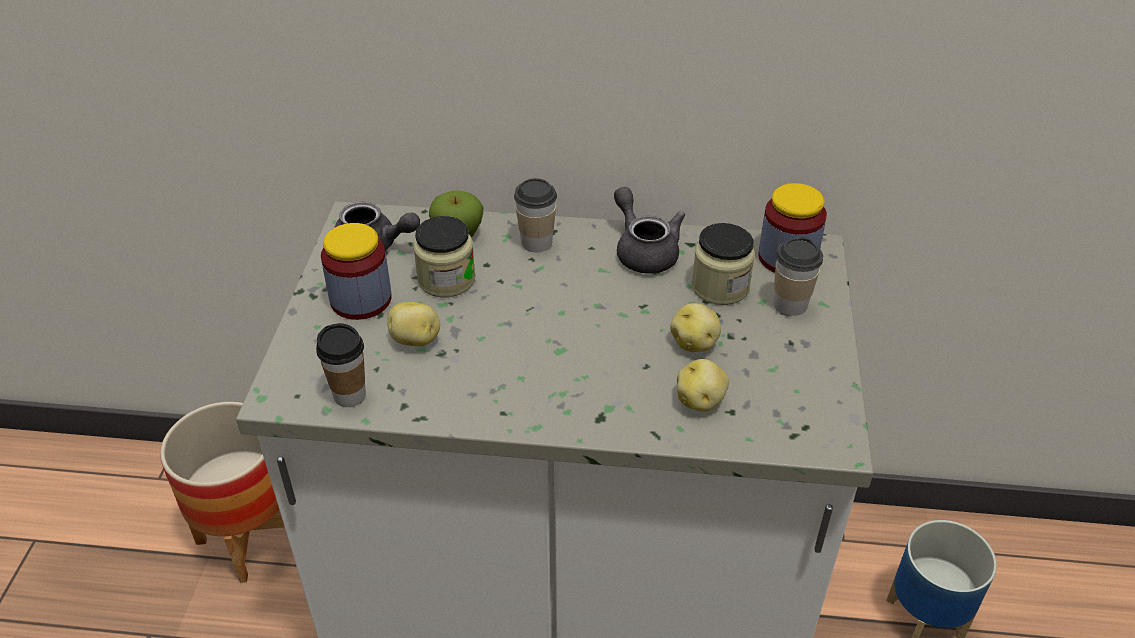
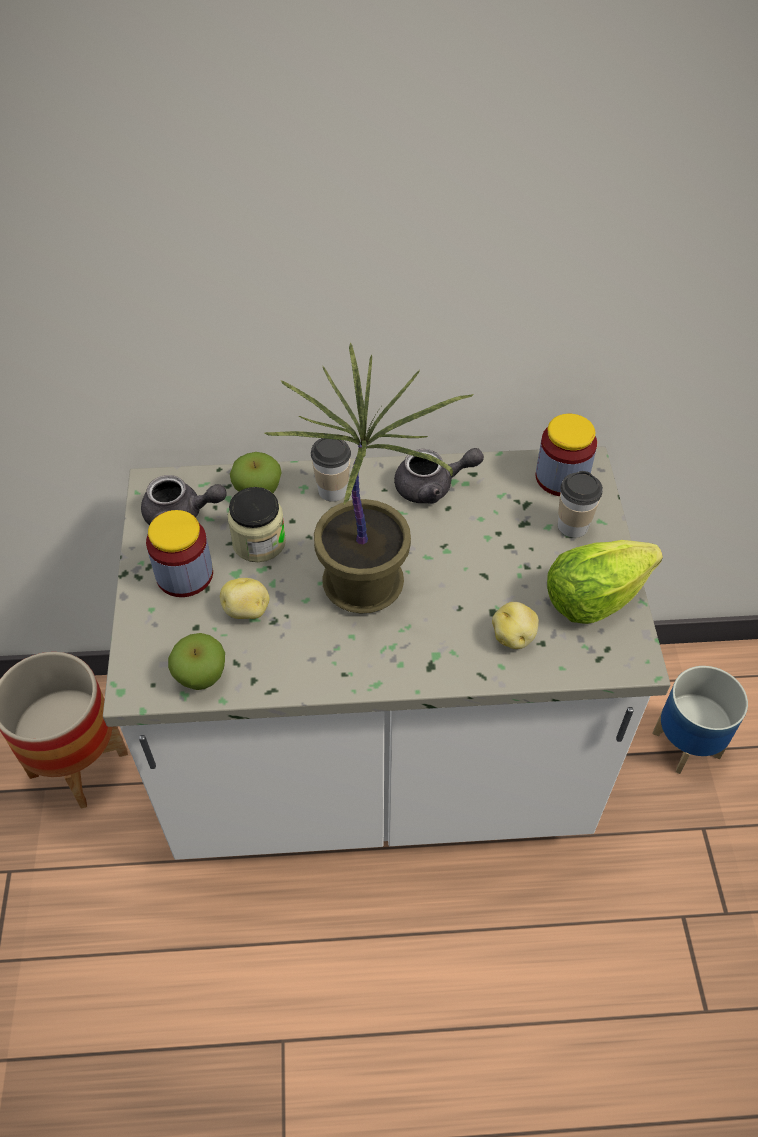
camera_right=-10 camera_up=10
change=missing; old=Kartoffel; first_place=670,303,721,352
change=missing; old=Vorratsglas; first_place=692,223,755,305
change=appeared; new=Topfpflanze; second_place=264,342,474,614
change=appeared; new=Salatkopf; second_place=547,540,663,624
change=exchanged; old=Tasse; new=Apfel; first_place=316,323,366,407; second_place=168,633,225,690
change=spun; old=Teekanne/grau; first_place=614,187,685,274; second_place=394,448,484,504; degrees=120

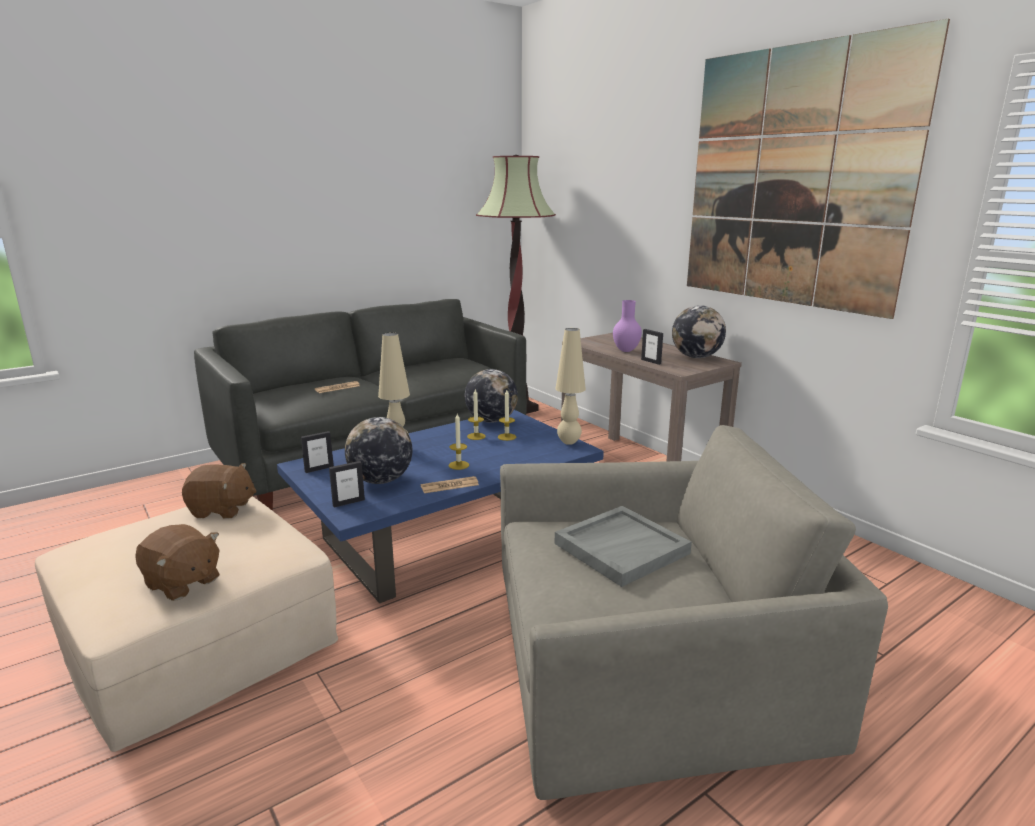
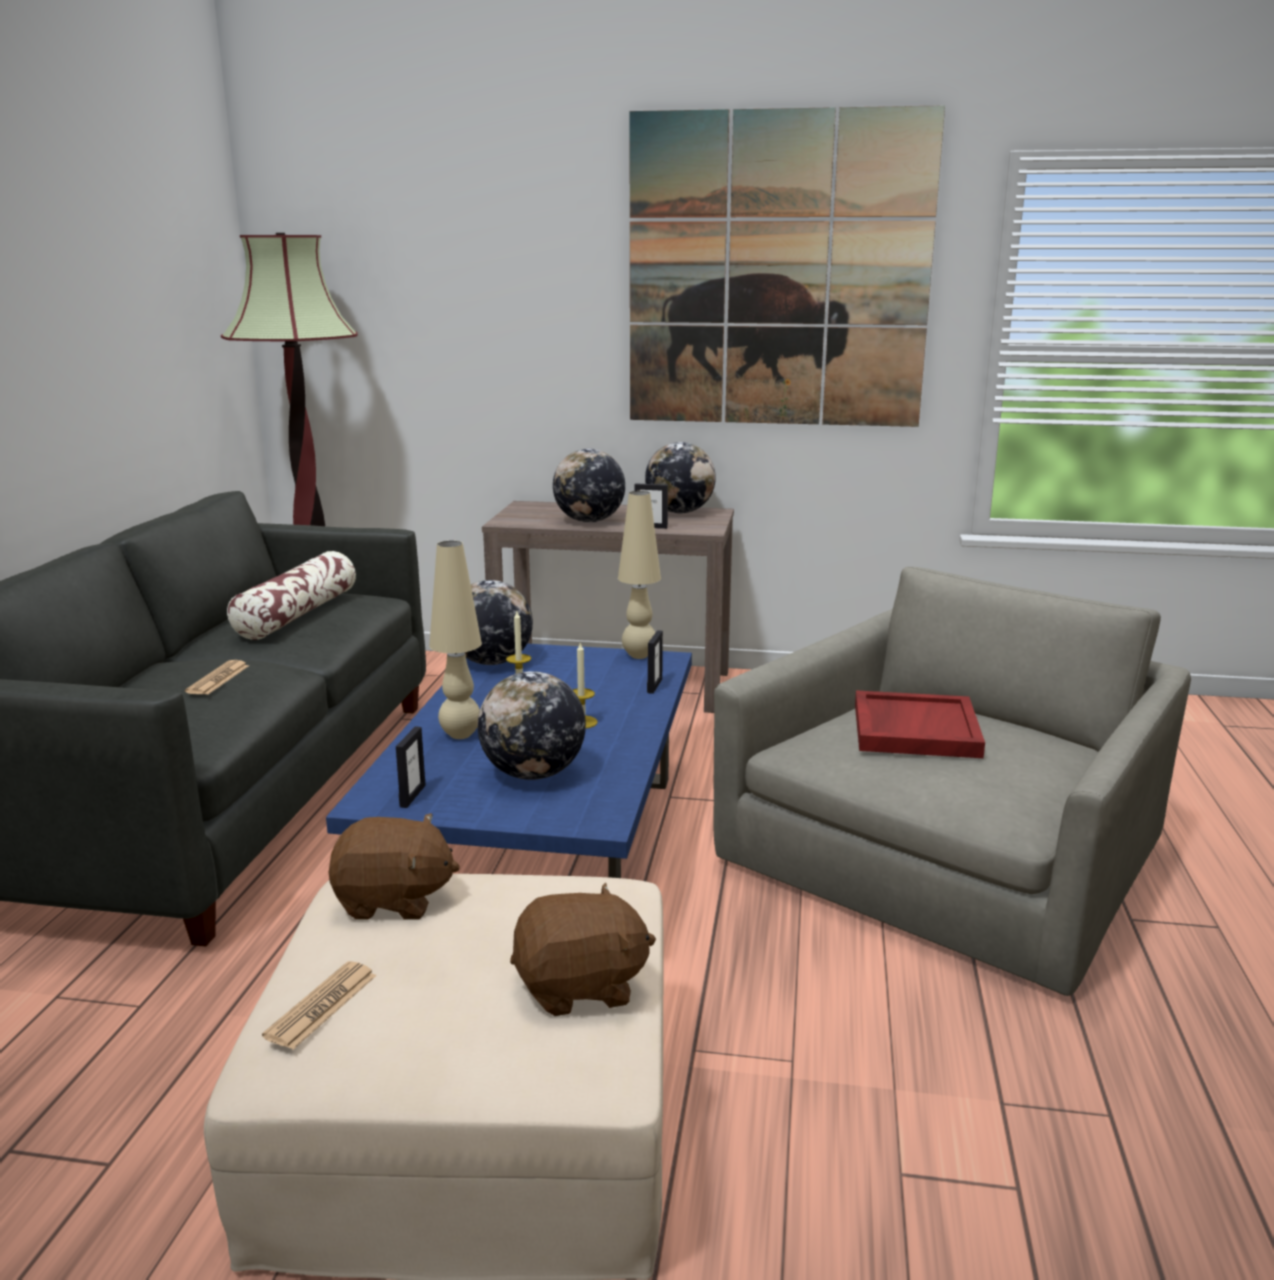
camera_right=-45 camera_up=0
change=missing; old=Kerze; first_place=498,390,516,441
change=appeared; new=Kissen; second_place=227,551,356,640
change=relocated; old=Bilderrahmen; first_place=329,461,365,508; second_place=647,630,663,694
change=relocated; old=Zeitung; first_place=421,476,479,493; second_place=262,961,377,1050
change=exchanged; old=Vase/lila; new=Globus; first_place=613,300,642,352; second_place=553,449,625,522
change=colour; old=Tablett/grau; new=Tablett/rot; first_place=555,506,692,587; second_place=855,690,985,758
change=spun; old=Plüschtier/braun; first_place=182,463,256,519; second_place=329,813,460,920; degrees=45

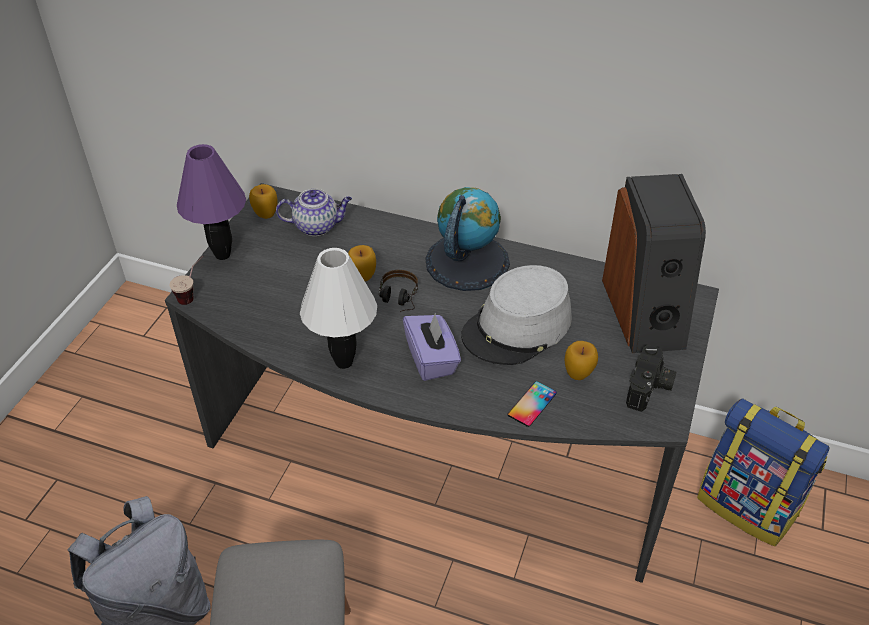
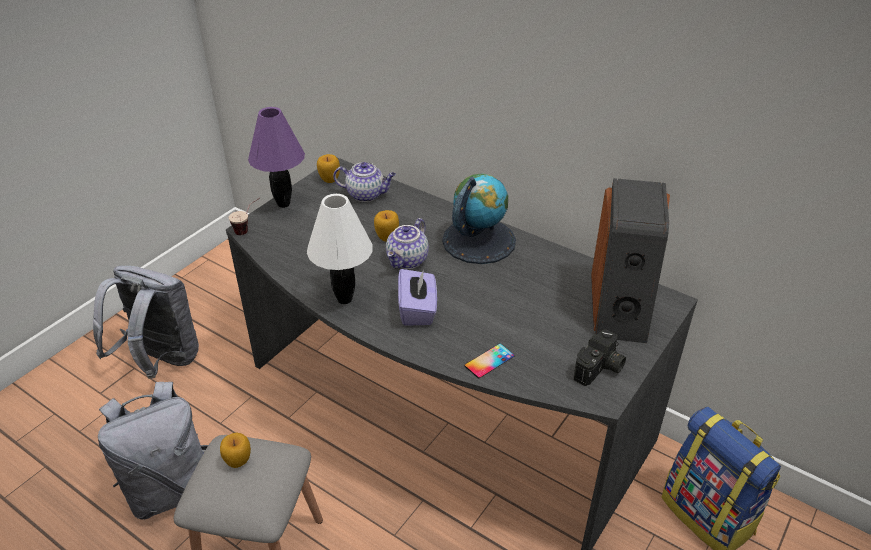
camera_right=15 camera_up=-5
change=missing; old=Hut/grau; first_place=461,265,572,365
change=appeared; new=Rucksack/grau; second_place=93,266,199,379
change=relocated; old=Apfel; first_place=565,341,598,380; second_place=220,433,251,468
change=exchanged; old=Kopfhörer; new=Teekanne; first_place=378,270,418,312; second_place=386,218,429,269

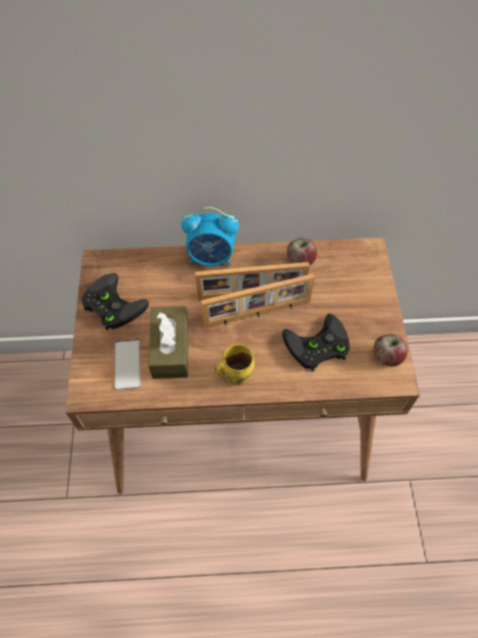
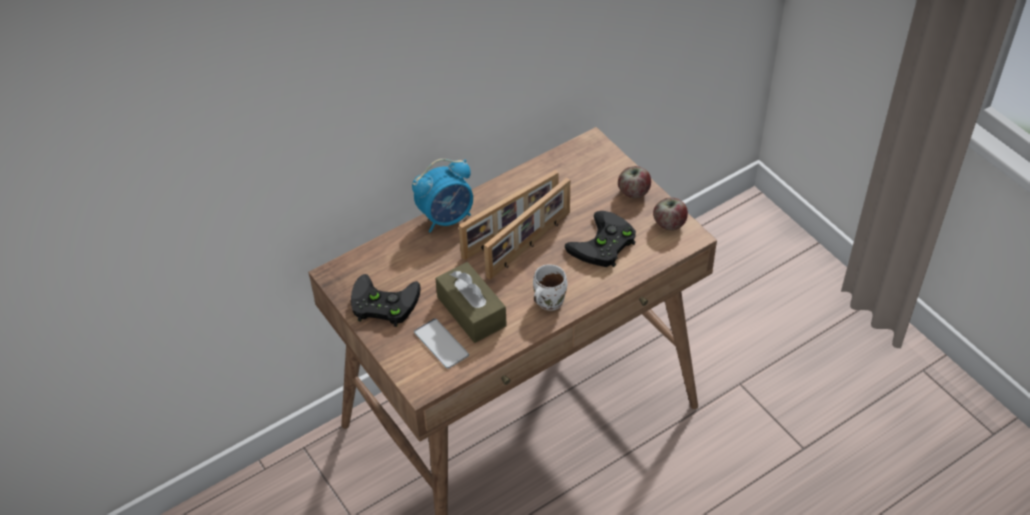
camera_right=-30 camera_up=-10
change=relocated; old=Apfel; first_place=287,238,317,265; second_place=618,166,651,198
change=colour; old=Henkelbecher/gelb; new=Henkelbecher/weiß; first_place=215,344,254,385; second_place=533,264,567,311

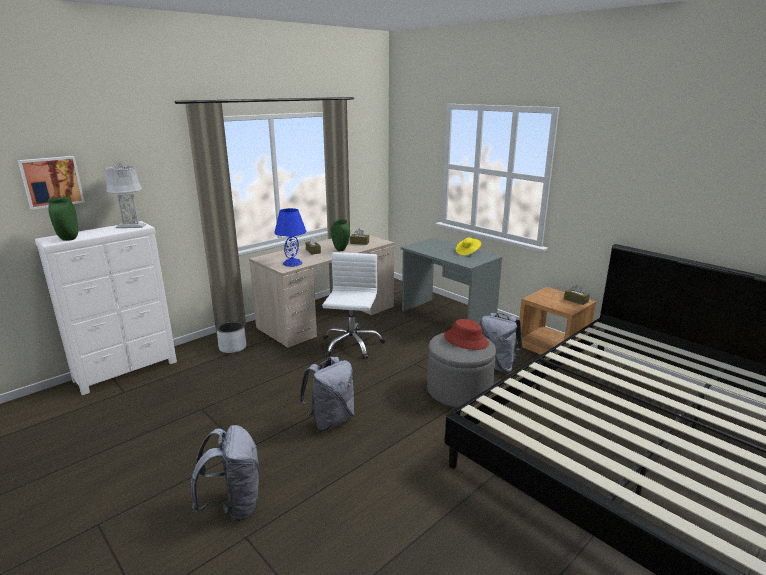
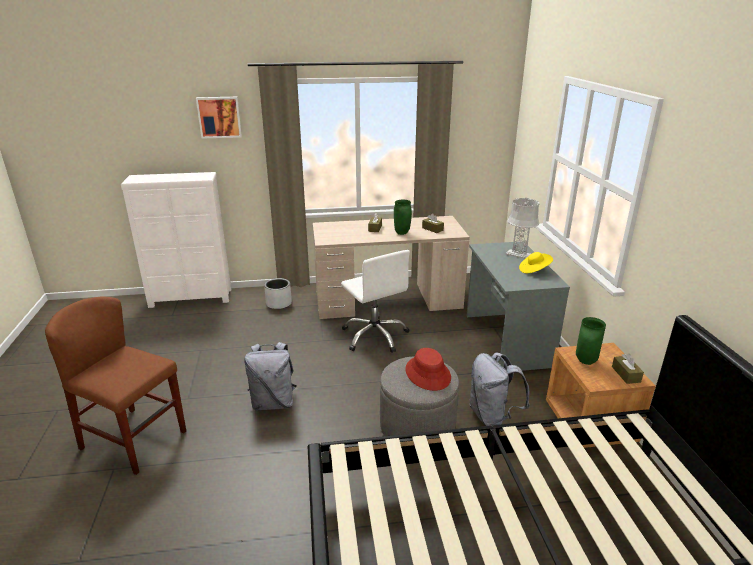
camera_right=35 camera_up=5
change=missing; old=Tischlampe/blau; first_place=274,208,307,267
change=relocated; old=Bild; first_place=18,156,85,210; second_place=196,97,242,139
change=relocated; old=Vase/grün; first_place=48,197,78,241; second_place=576,317,606,365
change=relocated; old=Tischlampe/grau; first_place=105,163,146,228; second_place=506,198,539,259
change=exchanged; old=Rucksack/grau; new=Stuhl/braun; first_place=191,425,260,521; second_place=45,297,186,475
change=spun; old=Bürostuhl/weiß; first_place=322,252,385,359; second_place=341,250,410,353; degrees=105

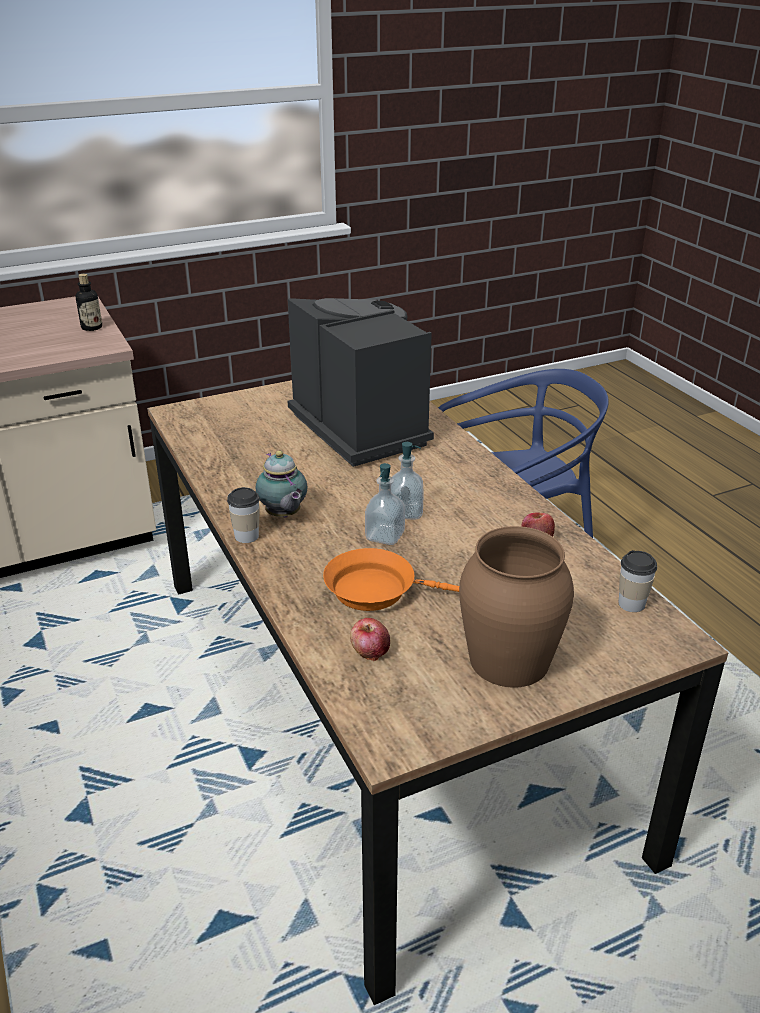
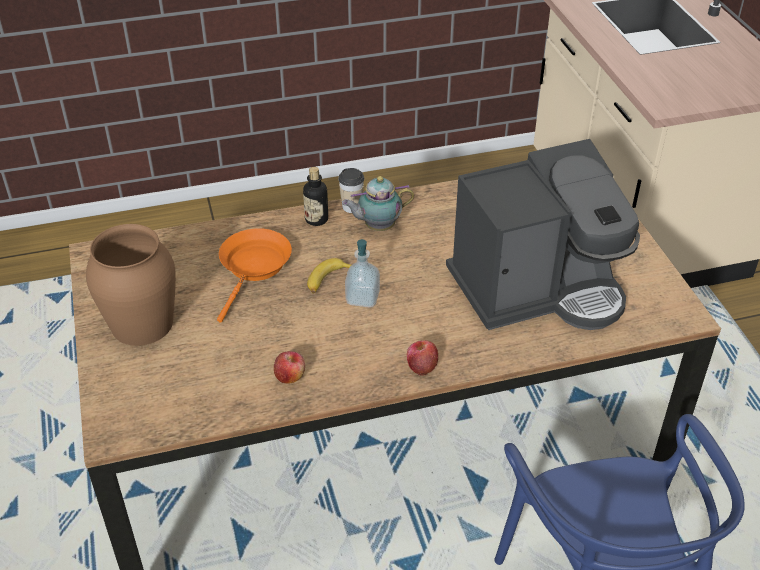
camera_right=100 camera_up=10
change=missing; old=Tasse; first_place=618,550,657,612
change=relocated; old=Flasche; first_place=76,274,102,331; second_place=303,167,328,226
change=relocated; old=Apfel; first_place=350,618,390,661; second_place=407,340,438,376
change=exchanged; old=Seifenspender; new=Banane; first_place=365,463,405,545; second_place=307,258,351,293

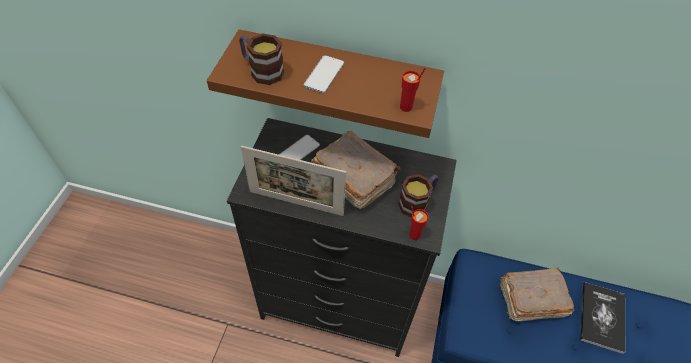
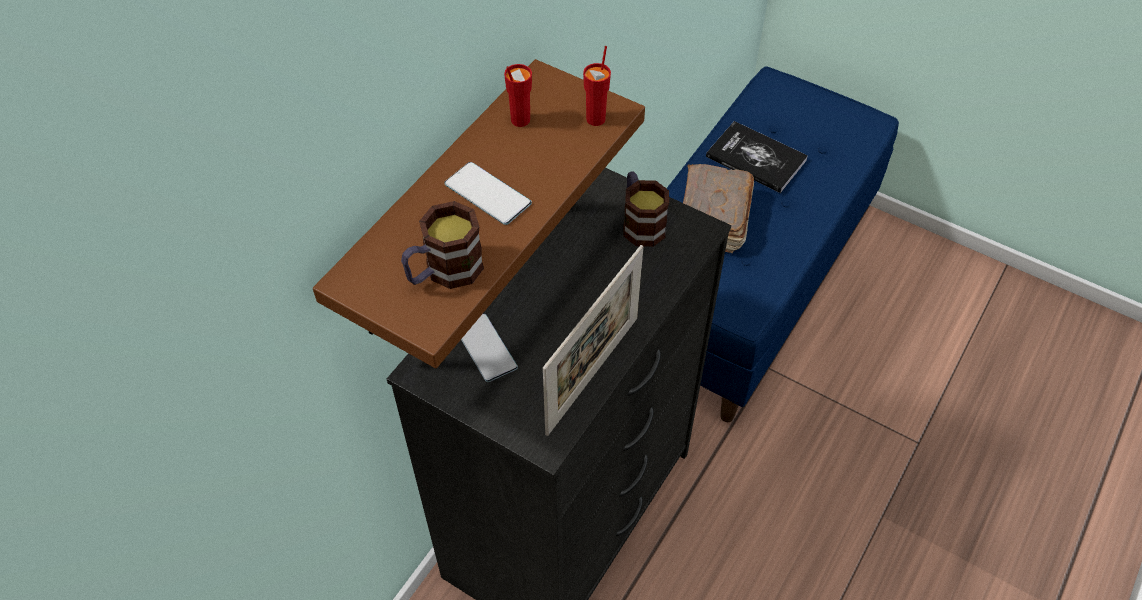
camera_right=-70 camera_up=0
change=missing; old=Buch/braun; first_place=311,131,401,209
change=relocated; old=Tasse/rot; first_place=409,206,428,240; second_place=504,64,532,127

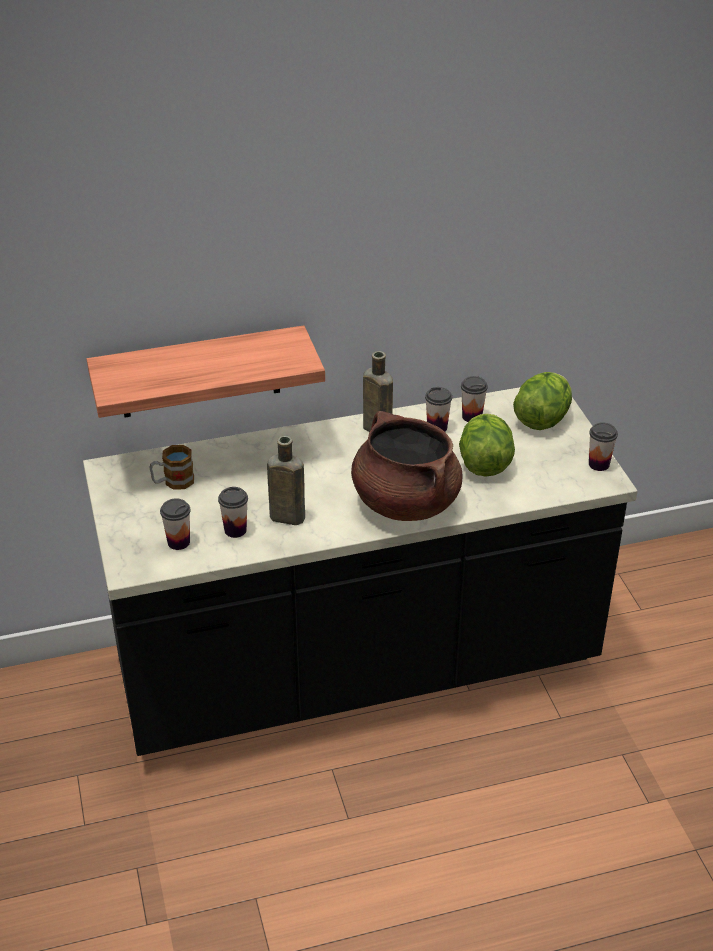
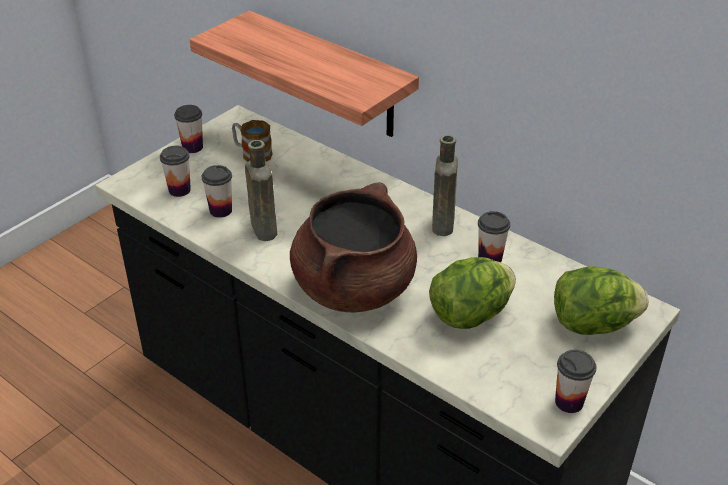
camera_right=55 camera_up=0
change=relocated; old=Tasse; first_place=461,376,488,422; second_place=174,105,203,153

